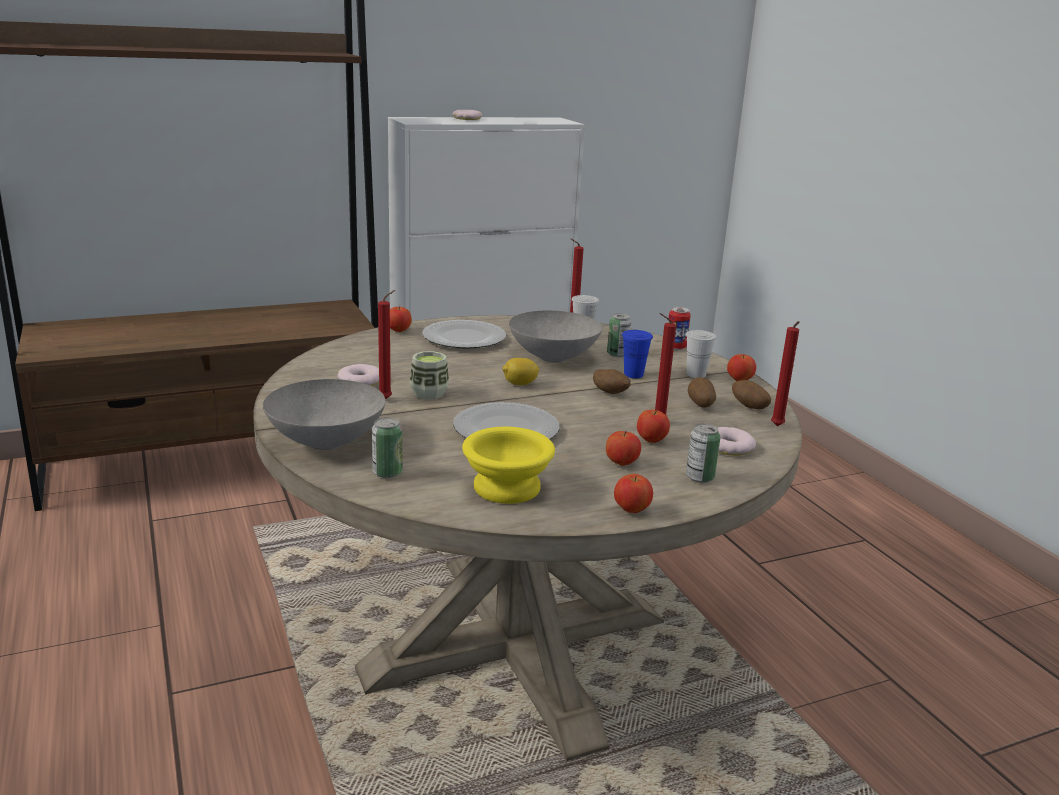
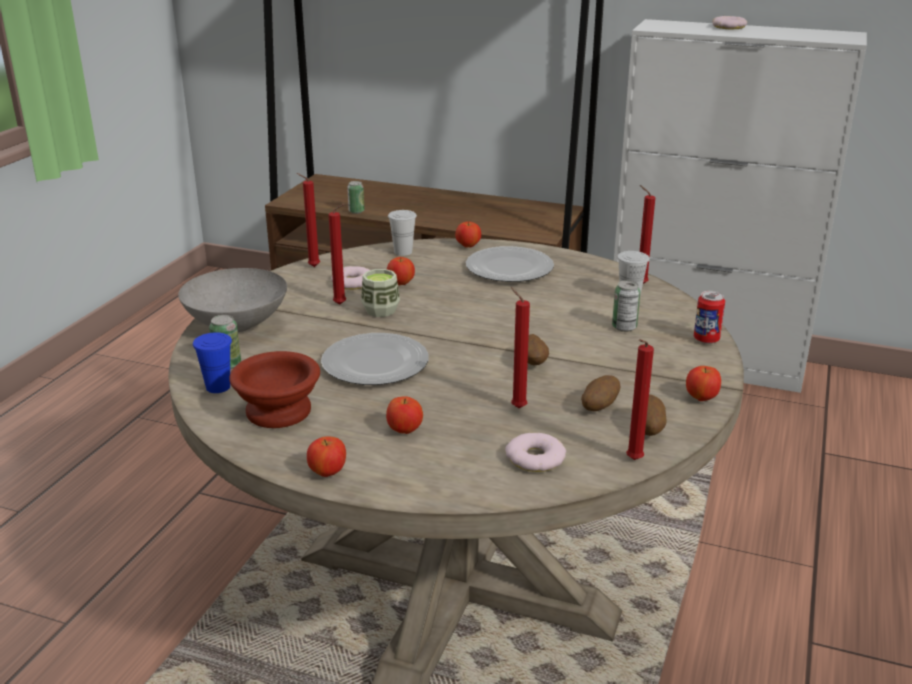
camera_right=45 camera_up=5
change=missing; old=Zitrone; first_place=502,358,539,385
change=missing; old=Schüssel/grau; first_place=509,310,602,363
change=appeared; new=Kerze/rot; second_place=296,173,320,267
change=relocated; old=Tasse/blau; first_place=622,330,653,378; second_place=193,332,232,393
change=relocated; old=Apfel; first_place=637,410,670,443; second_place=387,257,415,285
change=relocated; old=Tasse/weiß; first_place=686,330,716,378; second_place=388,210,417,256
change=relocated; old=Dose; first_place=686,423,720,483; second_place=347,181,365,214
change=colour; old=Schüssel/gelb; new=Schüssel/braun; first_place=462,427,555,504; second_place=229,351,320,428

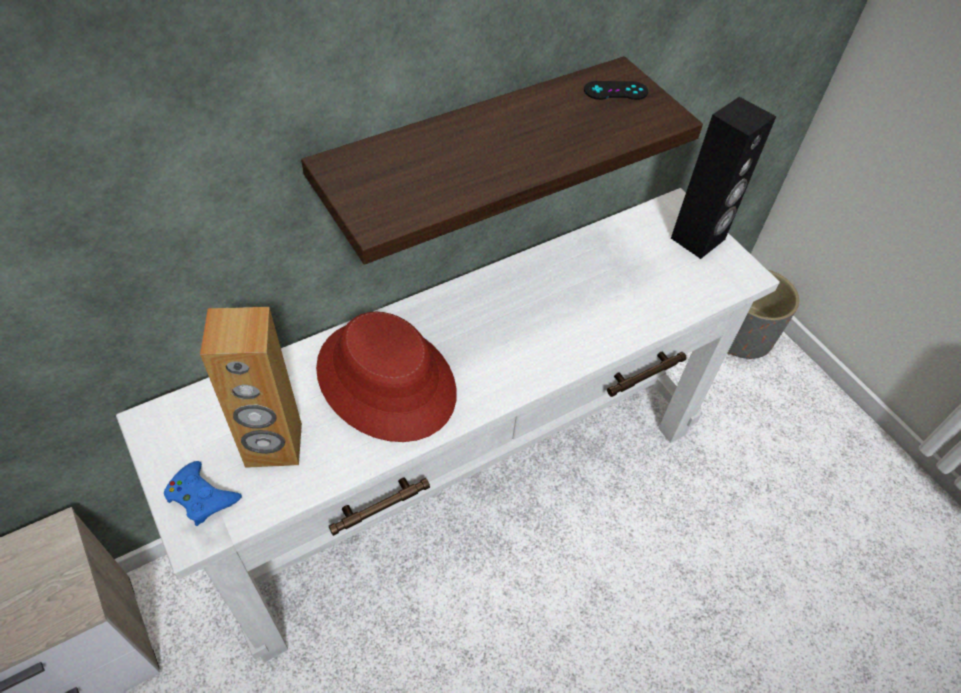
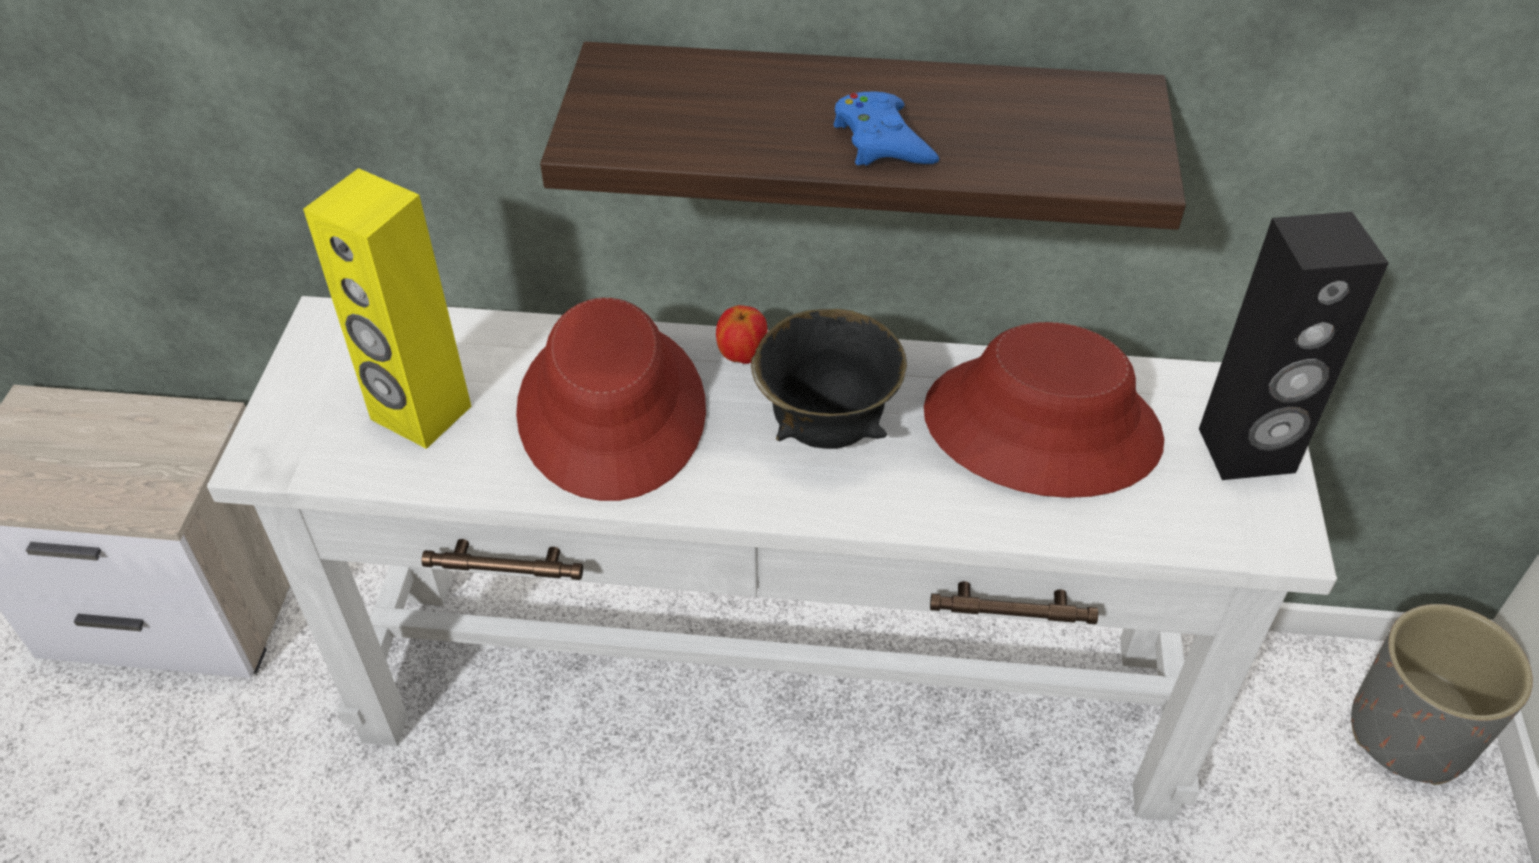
camera_right=40 camera_up=-5
change=missing; old=Gamepad/schwarz; first_place=584,81,648,100
change=appeared; new=Apfel; second_place=716,305,767,364
change=appeared; new=Schüssel/schwarz; second_place=751,309,907,449
change=appeared; new=Hut/rot; second_place=924,322,1164,498
change=relocated; old=Gamepad/blau; first_place=164,461,242,526; second_place=833,92,939,166
change=colour; old=Lautsprecher/braun; new=Lautsprecher/gelb; first_place=200,307,302,468; second_place=303,168,472,449

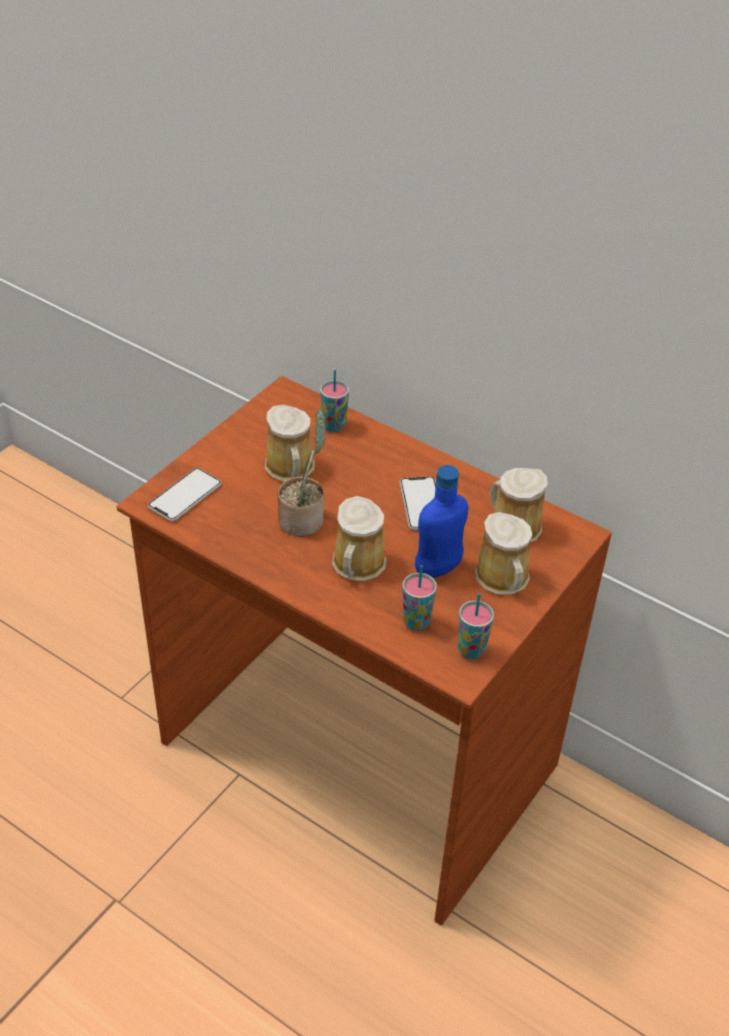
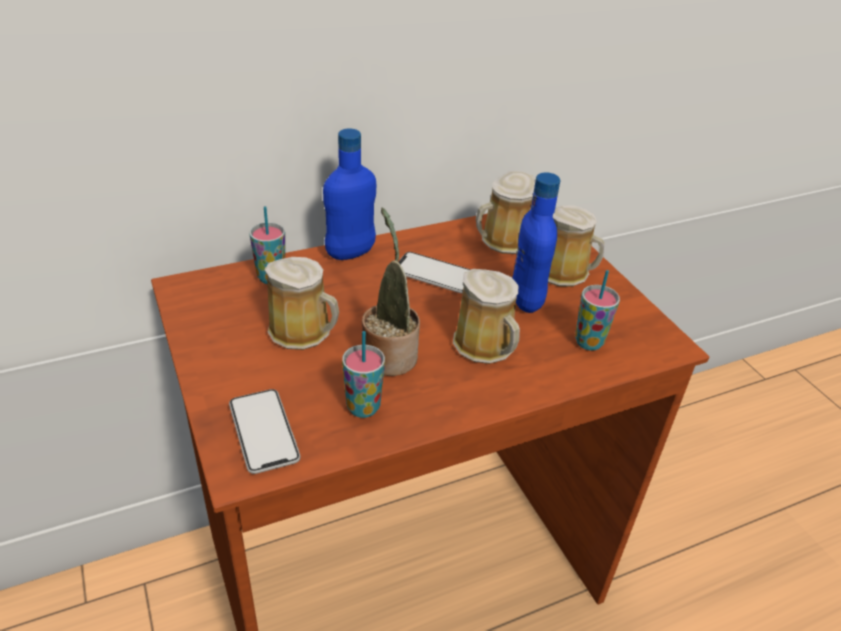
camera_right=-60 camera_up=-5
change=appeared; new=Flasche/blau; second_place=323,128,376,260
change=relocated; old=Tasse; first_place=458,593,494,659; second_place=342,331,385,418

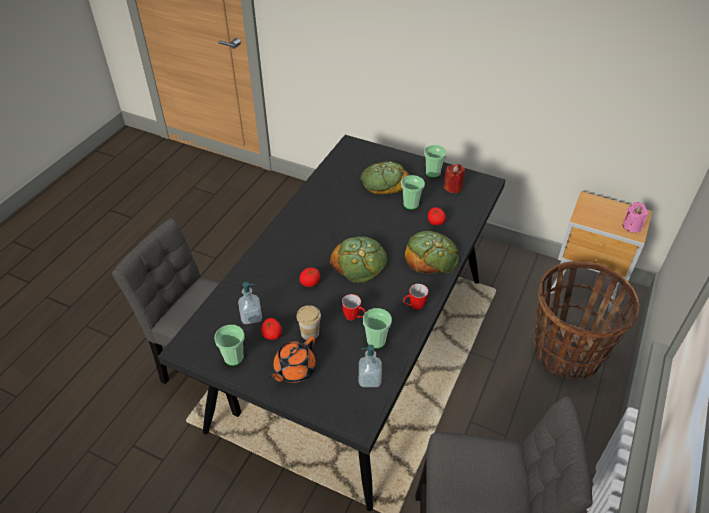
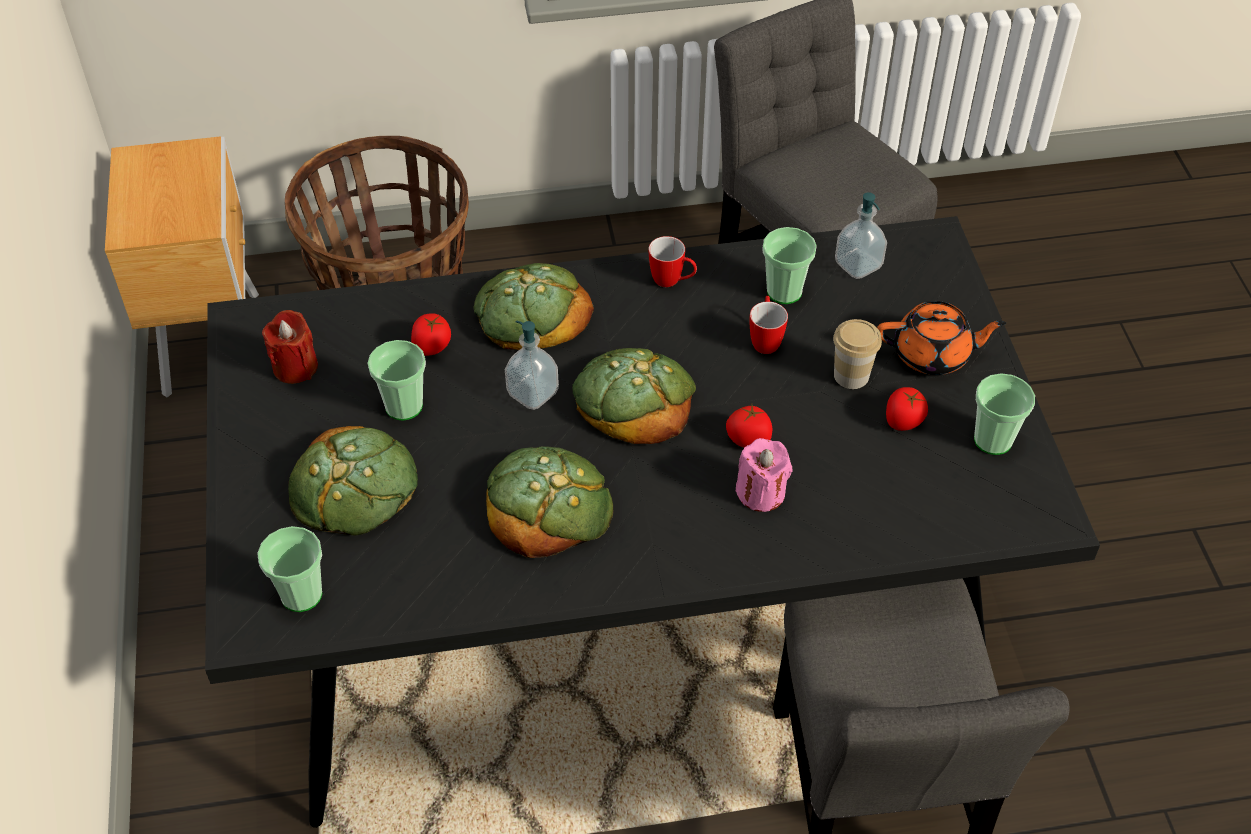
camera_right=-125 camera_up=5
change=appeared; new=Brot; second_place=486,446,613,558
change=relocated; old=Seifenspender; first_place=238,282,262,324; second_place=505,321,559,410
change=relocated; old=Tasse; first_place=424,145,447,178; second_place=257,526,322,612
change=relocated; old=Kerze/rosa; first_place=623,202,648,233; second_place=735,438,793,512

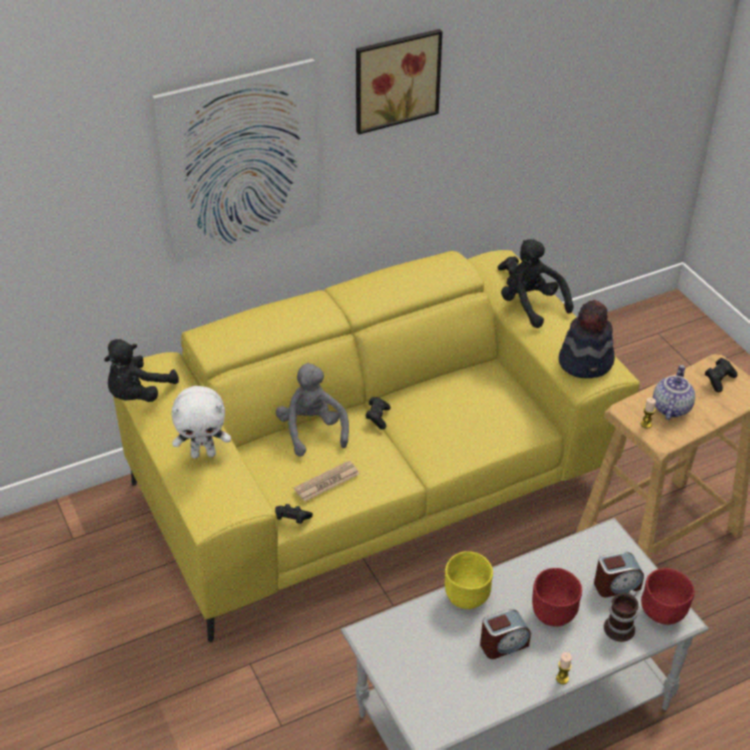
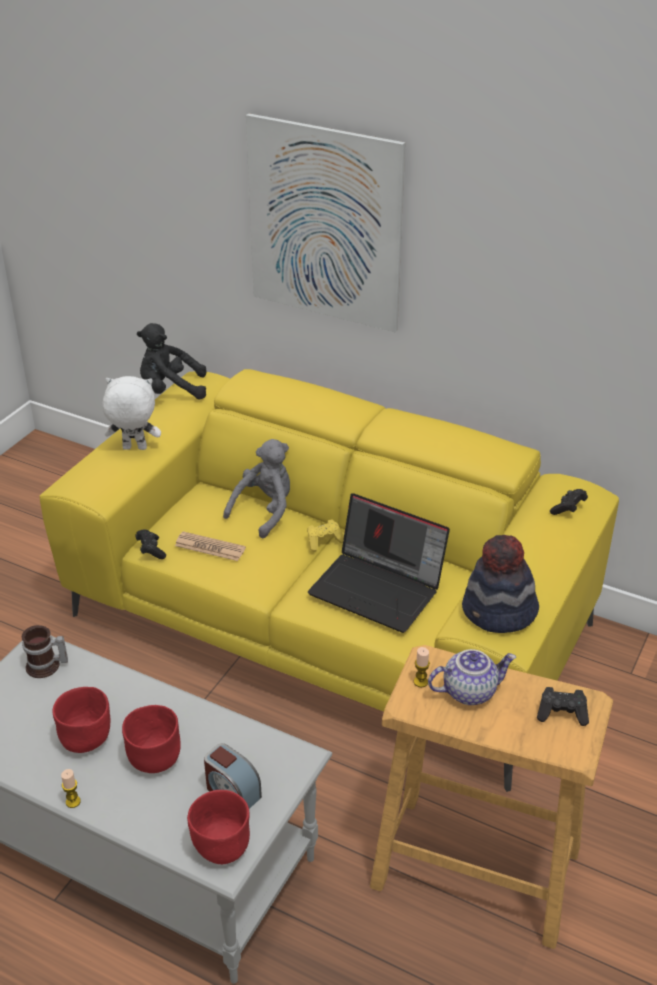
camera_right=55 camera_up=-5
change=missing; old=Bild; first_place=356,29,442,134
change=missing; old=Schüssel/gelb; first_place=445,551,493,609
change=missing; old=Plüschtier/schwarz; first_place=501,239,574,328
change=appeared; new=Laptop; second_place=308,493,450,633
change=relocated; old=Henkelbecher; first_place=604,589,639,642; second_place=22,625,68,678
change=exchanged; old=Wecker; new=Schüssel/rot; first_place=480,609,531,659; second_place=53,687,111,753
change=colour; old=Gamepad/schwarz; new=Gamepad/gelb; first_place=365,397,391,429; second_place=307,519,344,551
change=spun; old=Plüschtier/weiß; first_place=171,386,231,459; second_place=103,376,161,450; degrees=135

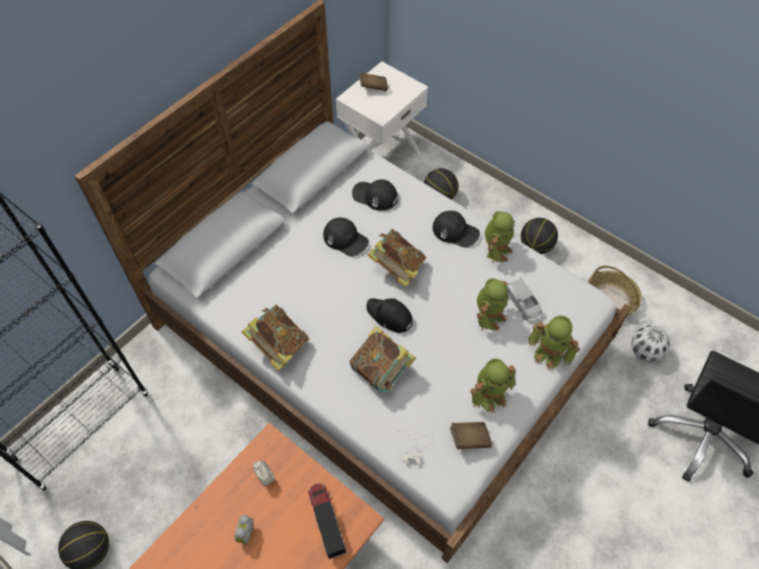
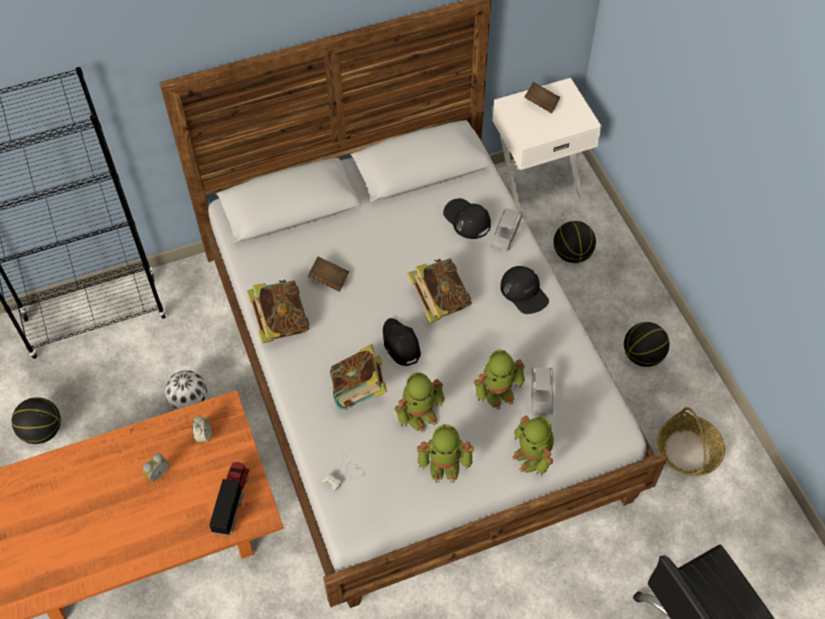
camera_right=30 camera_up=0
change=missing; old=Kappe/schwarz; first_place=323,218,369,257
change=appeared; new=Spielzeugauto/grau; second_place=491,207,522,251
change=relocated; old=Buch/braun; first_place=450,422,492,449; second_place=308,256,349,292
change=relocated; old=Spielzeugroboter; first_place=485,211,515,263; second_place=395,372,445,432
change=relocated; old=Fußball; first_place=631,325,670,362; second_place=165,370,207,410

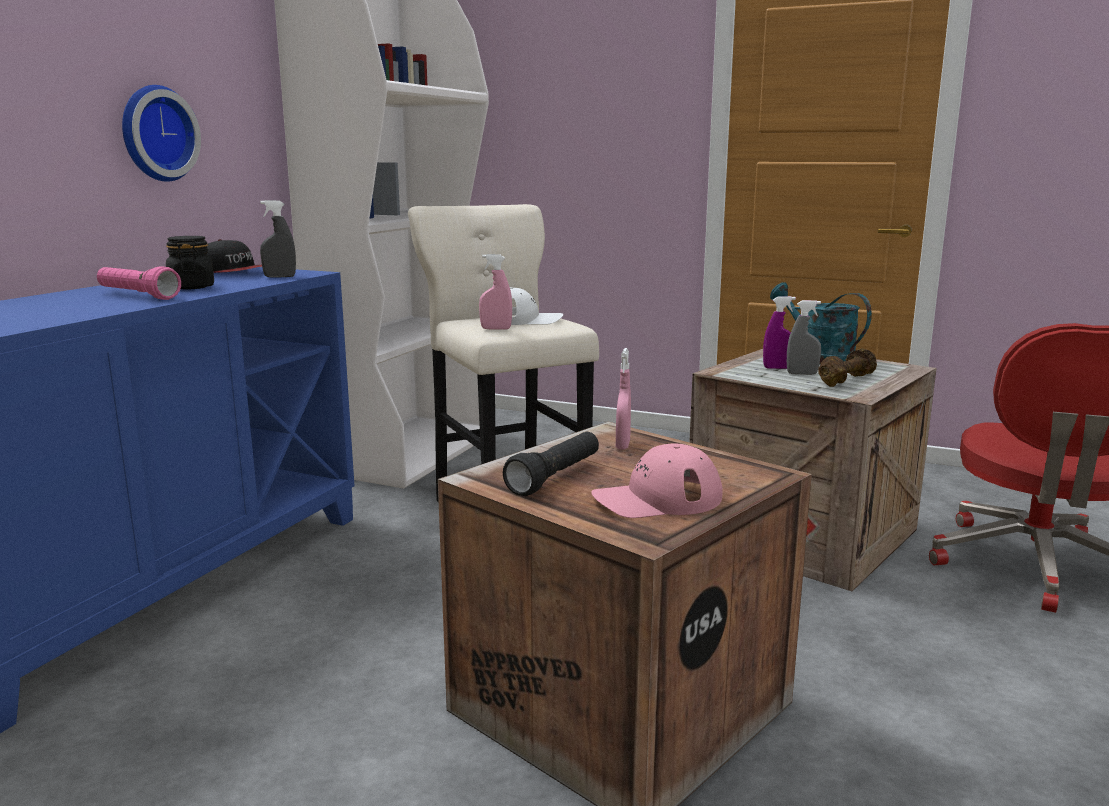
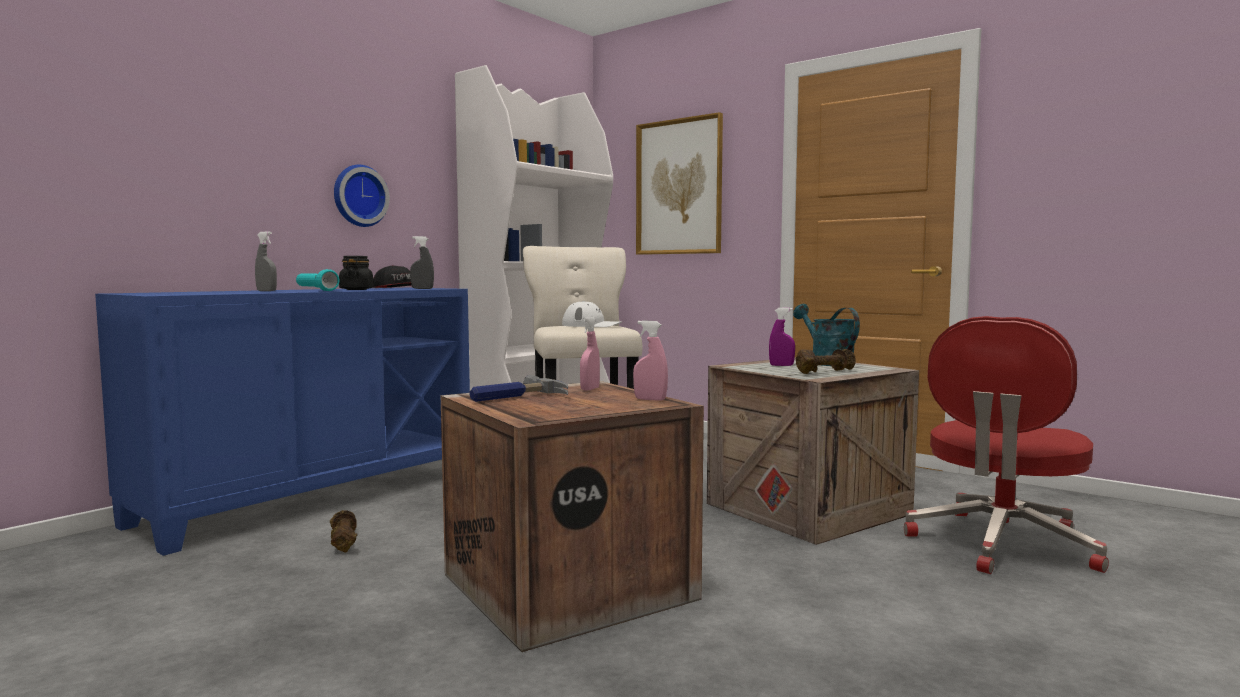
camera_right=15 camera_up=-10
change=missing; old=Kappe/rosa; first_place=591,444,722,518
change=appeared; new=Hantel/braun; second_place=330,510,357,553
change=appeared; new=Bild; second_place=636,112,723,255
change=relocated; old=Sprühflasche/rosa; first_place=479,254,512,330; second_place=633,320,668,401
change=relocated; old=Sprühflasche/grau; first_place=787,300,821,375; second_place=255,231,277,291
change=exchanged; old=Taschenlampe/schwarz; new=Hammer; first_place=503,432,599,496; second_place=470,375,568,402
change=colour; old=Taschenlampe/rosa; new=Taschenlampe/türkis; first_place=97,266,181,300; second_place=296,269,340,291

